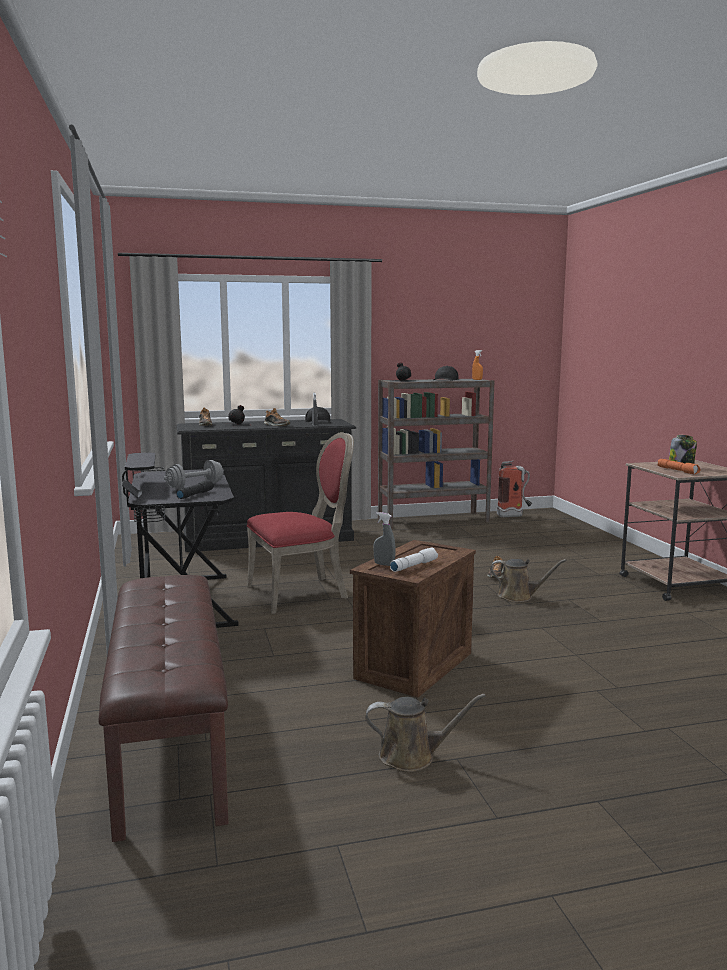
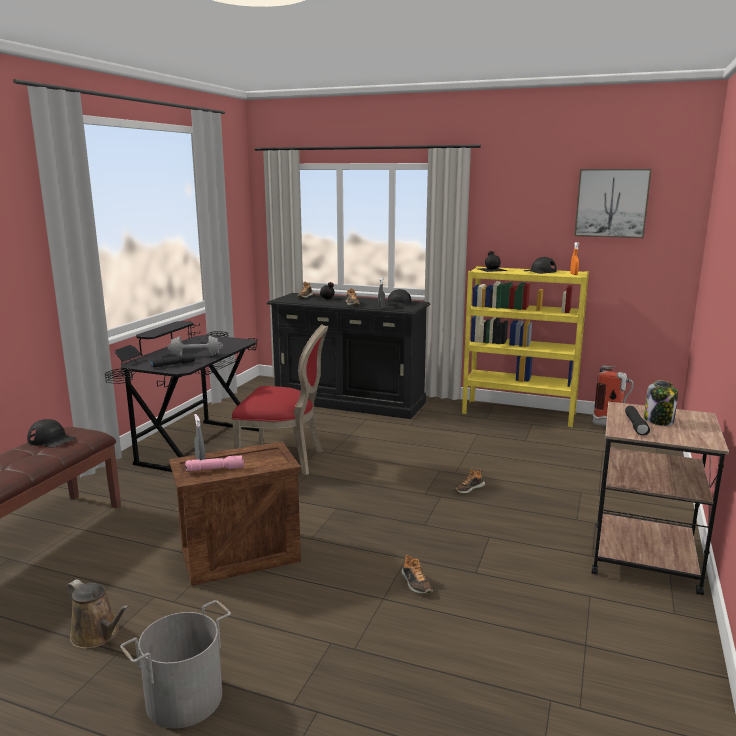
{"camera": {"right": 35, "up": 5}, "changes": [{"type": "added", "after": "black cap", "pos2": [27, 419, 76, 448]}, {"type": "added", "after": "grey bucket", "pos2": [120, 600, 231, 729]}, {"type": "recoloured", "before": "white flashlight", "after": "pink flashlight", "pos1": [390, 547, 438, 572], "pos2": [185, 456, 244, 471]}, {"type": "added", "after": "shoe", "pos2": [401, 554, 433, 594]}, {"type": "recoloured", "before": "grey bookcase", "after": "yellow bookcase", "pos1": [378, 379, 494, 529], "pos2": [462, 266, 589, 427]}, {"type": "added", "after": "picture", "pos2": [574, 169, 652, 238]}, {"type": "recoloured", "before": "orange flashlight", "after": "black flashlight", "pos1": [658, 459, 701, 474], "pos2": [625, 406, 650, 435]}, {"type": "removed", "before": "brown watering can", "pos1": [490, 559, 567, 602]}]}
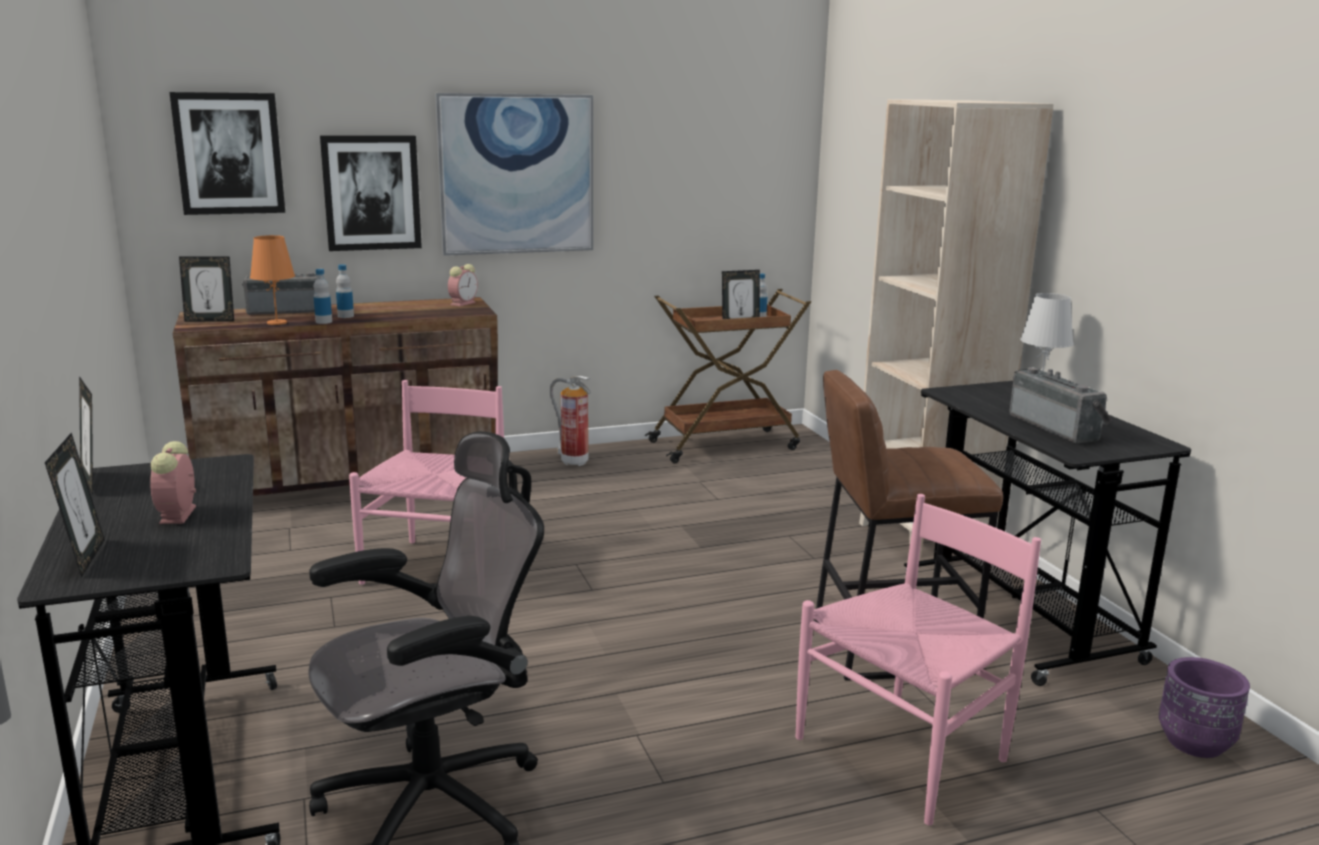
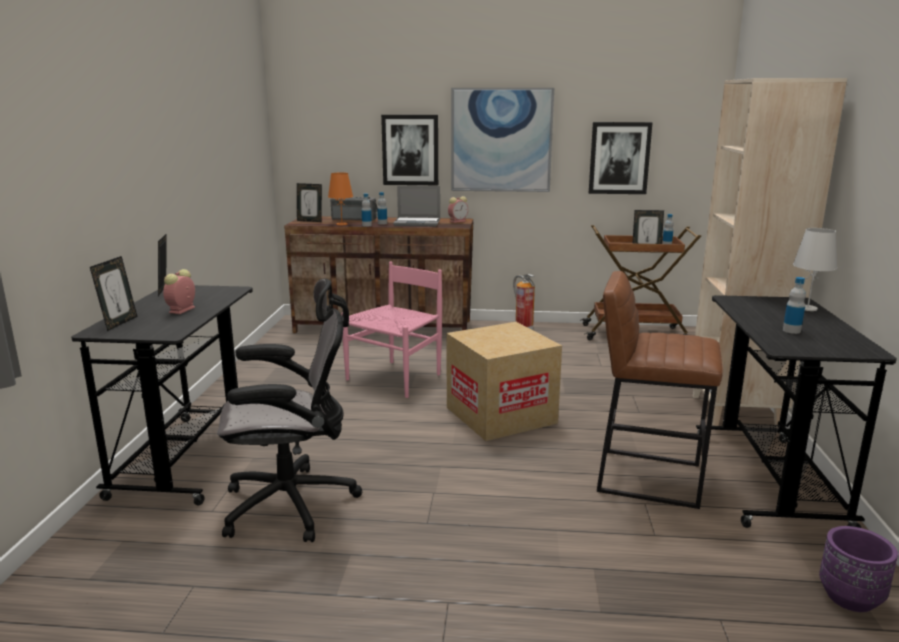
{"camera": {"right": 25, "up": 0}, "changes": [{"type": "added", "after": "laptop", "pos2": [393, 186, 440, 226]}, {"type": "added", "after": "cardboard box", "pos2": [447, 322, 562, 441]}, {"type": "moved", "before": "picture", "pos1": [169, 92, 285, 215], "pos2": [589, 122, 653, 194]}, {"type": "replaced", "before": "radio", "after": "bottle", "pos1": [1010, 367, 1112, 444], "pos2": [783, 277, 806, 334]}, {"type": "removed", "before": "pink chair", "pos1": [796, 494, 1041, 826]}]}
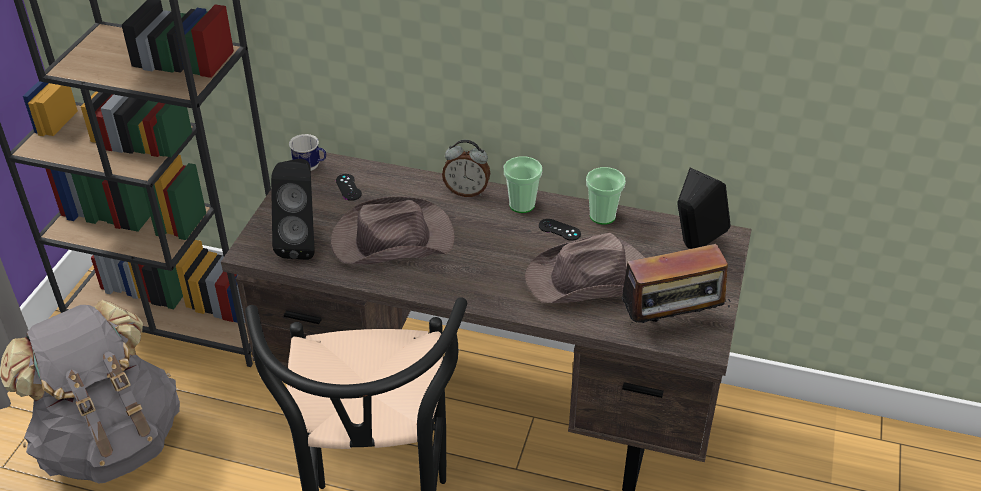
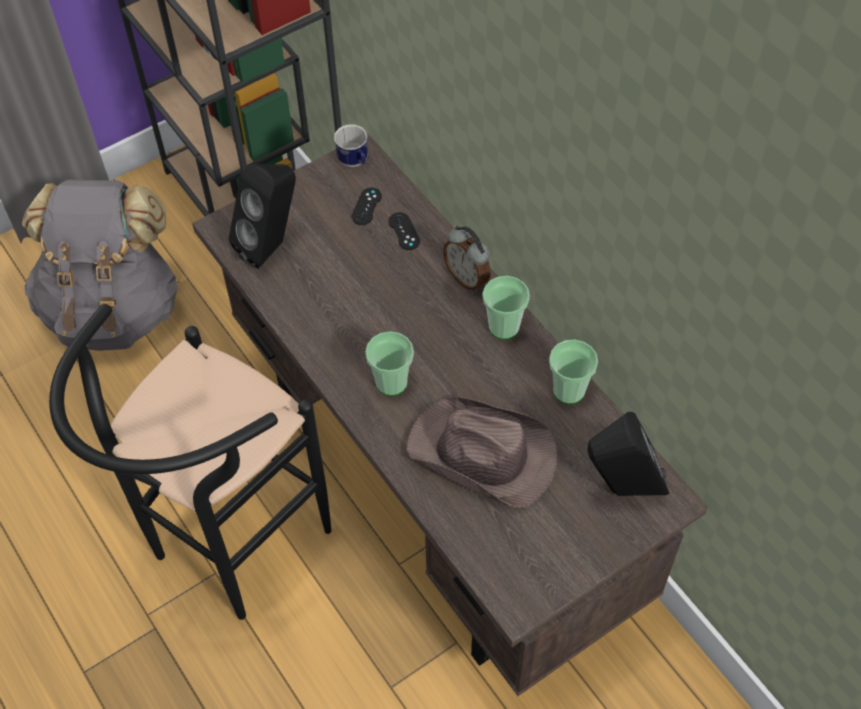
{"camera": {"right": 40, "up": 15}, "changes": [{"type": "added", "after": "cup", "pos2": [365, 331, 414, 396]}, {"type": "moved", "before": "black game controller", "pos1": [539, 219, 581, 241], "pos2": [389, 212, 420, 250]}, {"type": "removed", "before": "brown hat", "pos1": [331, 196, 455, 264]}, {"type": "removed", "before": "radio", "pos1": [615, 241, 730, 323]}]}
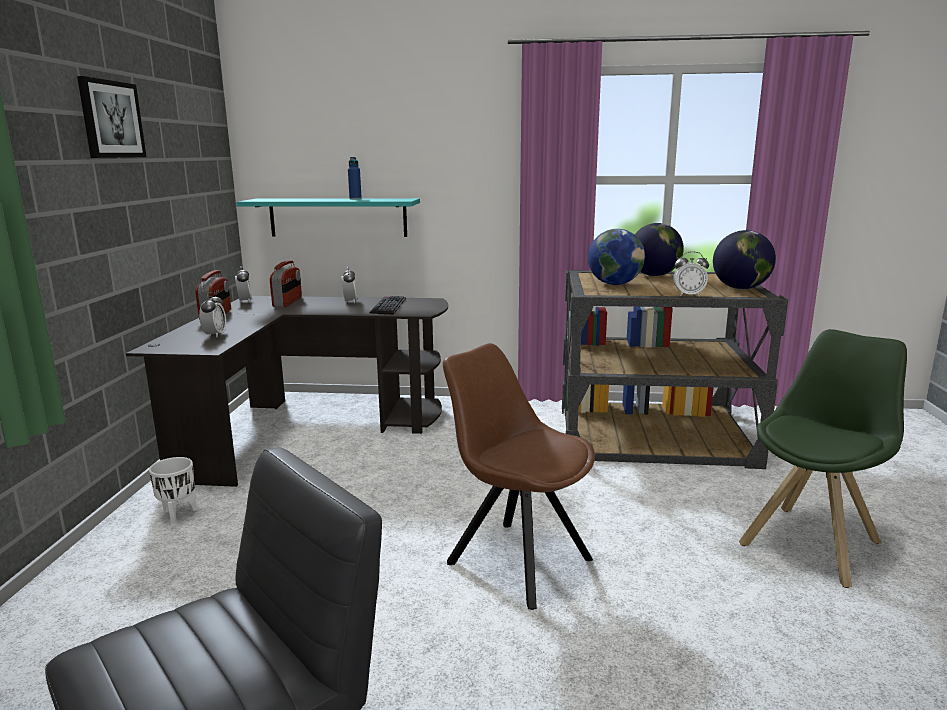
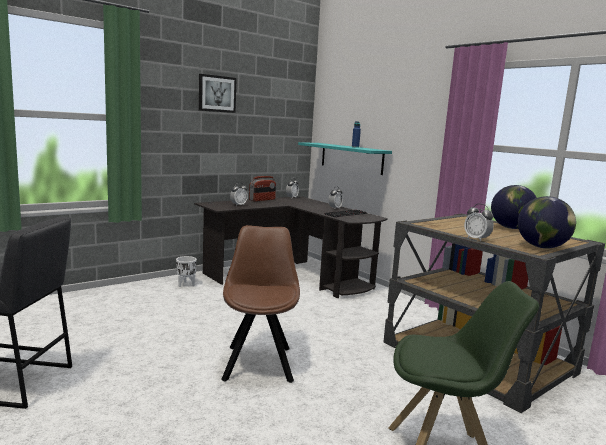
{"camera": {"right": 45, "up": -5}, "changes": [{"type": "removed", "before": "radio", "pos1": [270, 260, 302, 307]}, {"type": "removed", "before": "globe", "pos1": [588, 229, 645, 285]}]}
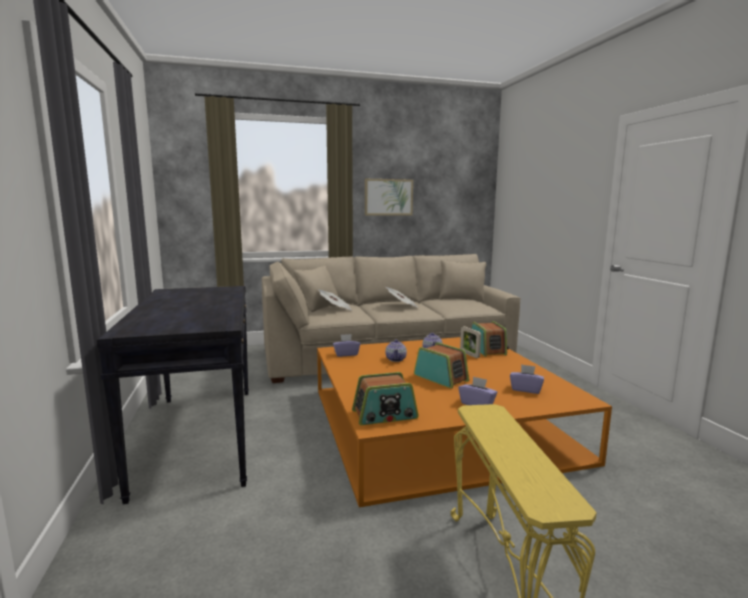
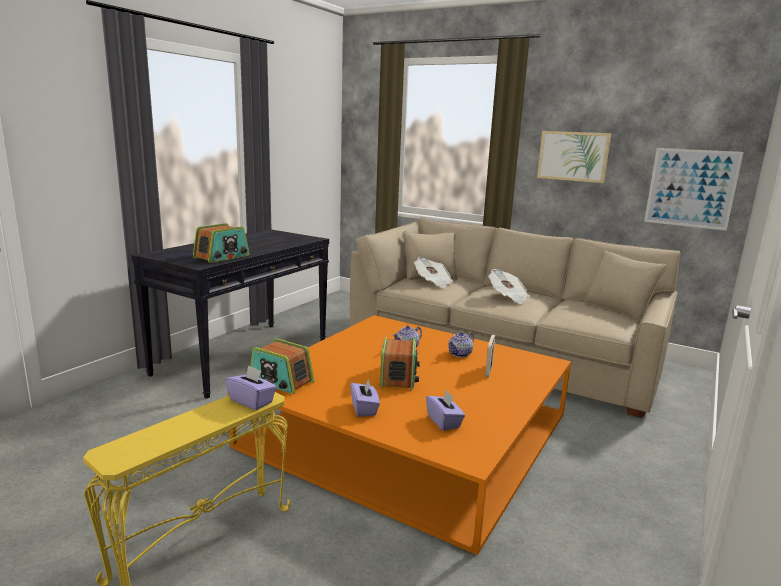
{"camera": {"right": 45, "up": 5}, "changes": [{"type": "moved", "before": "radio", "pos1": [472, 321, 509, 356], "pos2": [193, 223, 250, 263]}, {"type": "moved", "before": "purple tissue box", "pos1": [333, 334, 360, 357], "pos2": [225, 365, 277, 410]}, {"type": "added", "after": "picture", "pos2": [644, 148, 743, 231]}]}
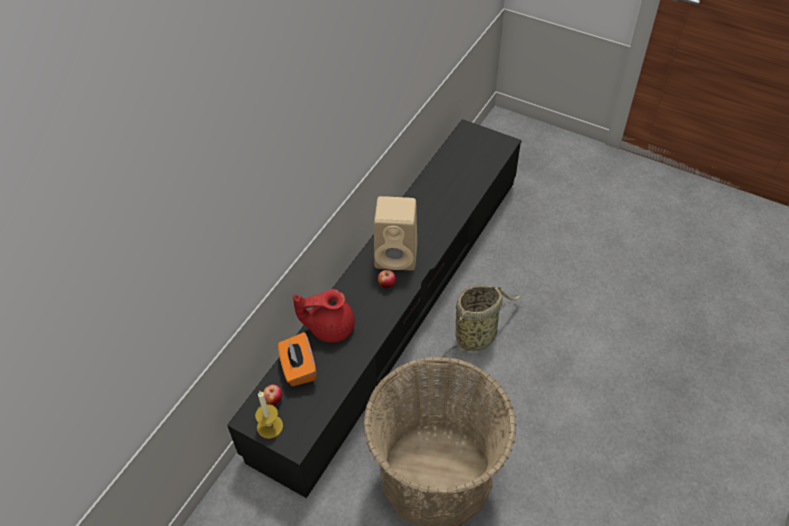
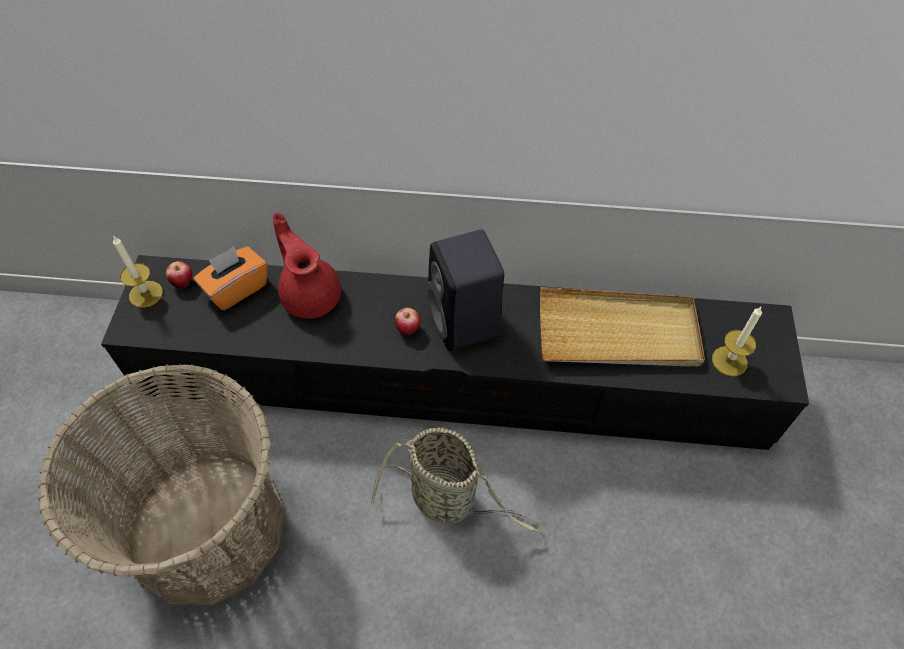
{"camera": {"right": 65, "up": 5}, "changes": [{"type": "recoloured", "before": "beige speaker", "after": "black speaker", "pos1": [374, 196, 417, 270], "pos2": [426, 230, 504, 351]}, {"type": "added", "after": "beige tray", "pos2": [540, 287, 705, 367]}, {"type": "added", "after": "candle", "pos2": [712, 307, 762, 377]}]}
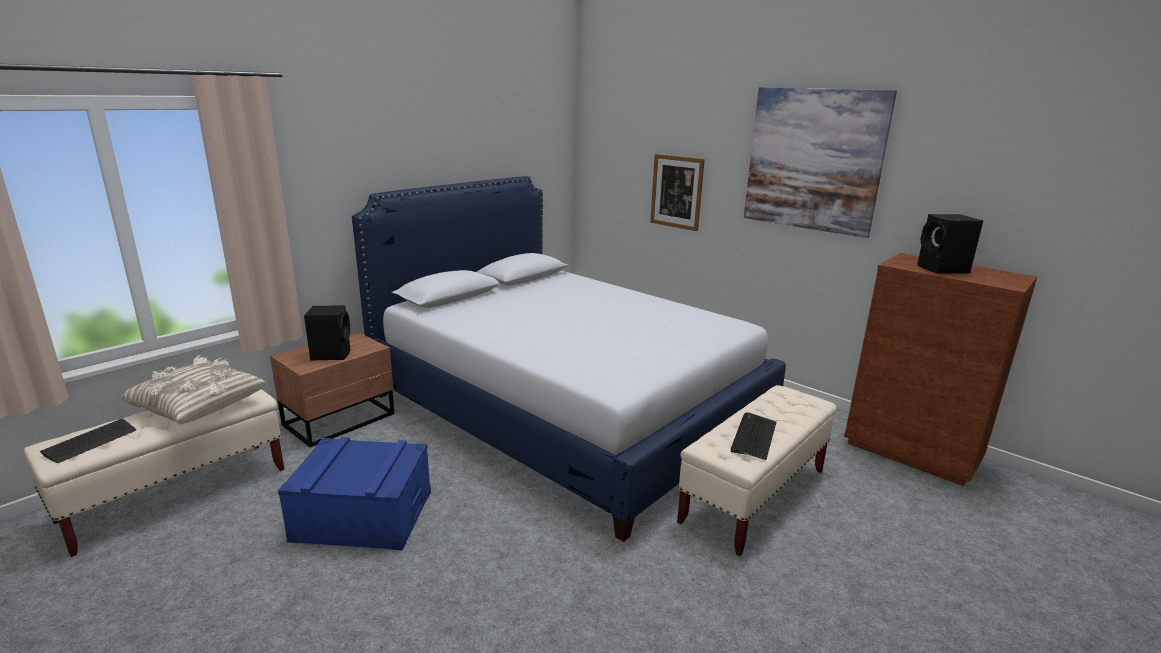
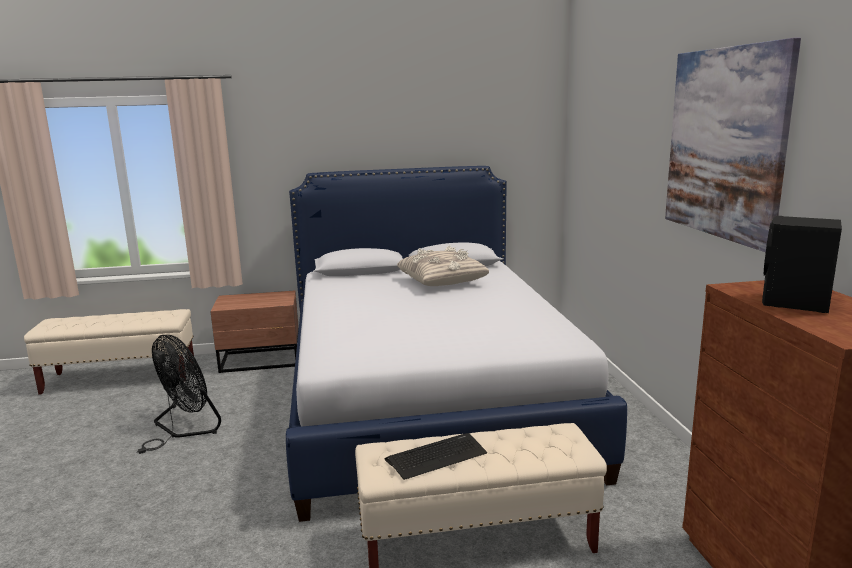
{"camera": {"right": 40, "up": -5}, "changes": [{"type": "replaced", "before": "blue storage box", "after": "black fan", "pos1": [278, 437, 431, 550], "pos2": [137, 335, 221, 454]}, {"type": "moved", "before": "beige pillow", "pos1": [121, 356, 266, 424], "pos2": [397, 245, 489, 286]}, {"type": "removed", "before": "keyboard", "pos1": [40, 418, 136, 463]}, {"type": "removed", "before": "black speaker", "pos1": [304, 305, 350, 361]}, {"type": "removed", "before": "picture", "pos1": [650, 154, 705, 231]}]}
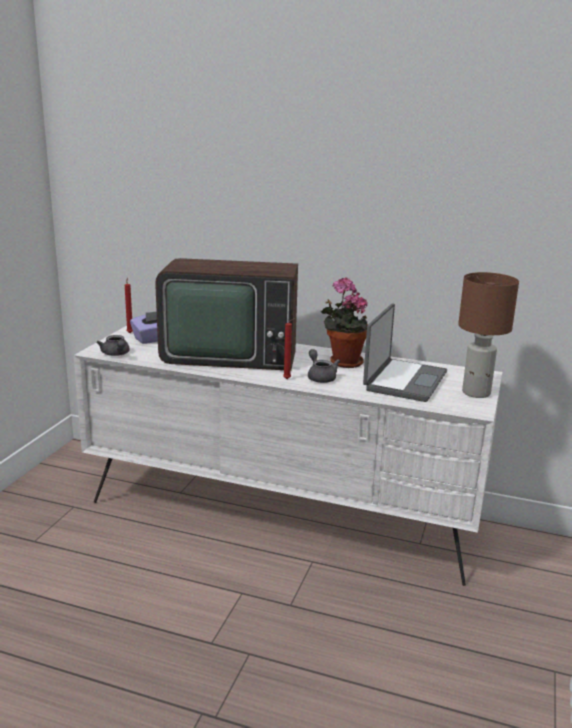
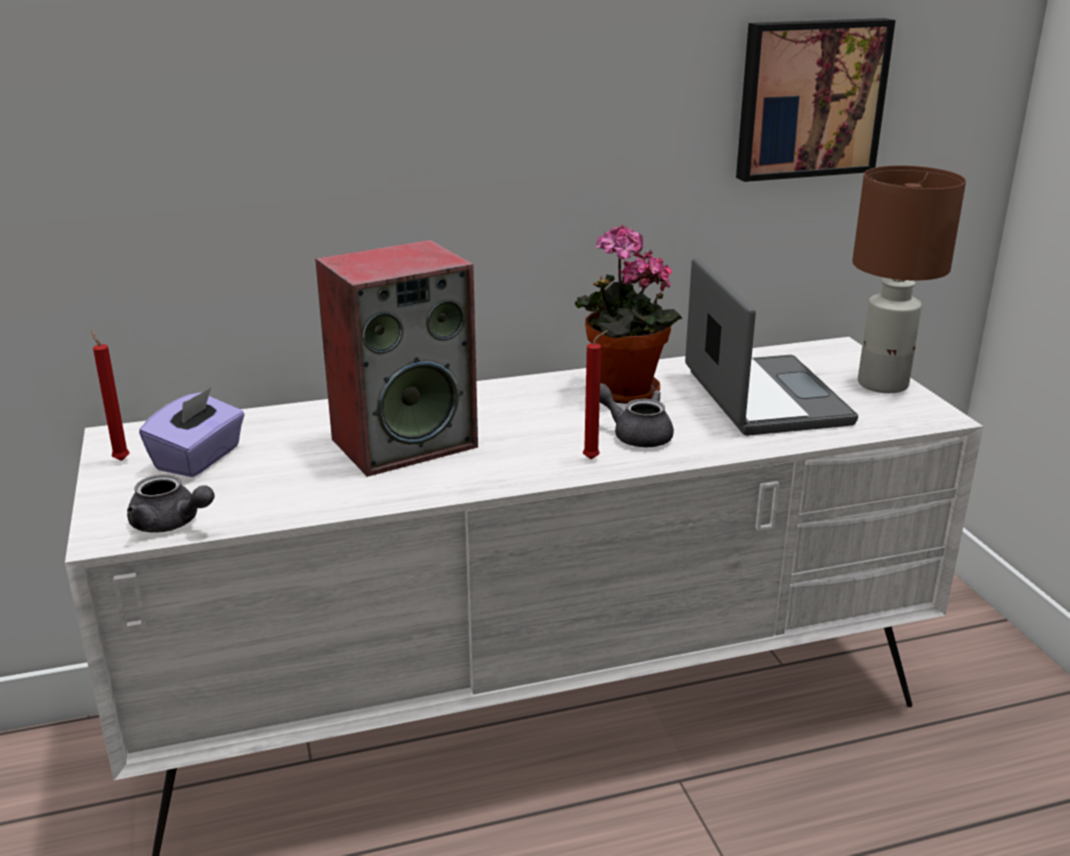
{"camera": {"right": -35, "up": 5}, "changes": [{"type": "replaced", "before": "television", "after": "speaker", "pos1": [155, 258, 298, 370], "pos2": [315, 240, 478, 477]}, {"type": "added", "after": "picture", "pos2": [736, 18, 896, 182]}]}
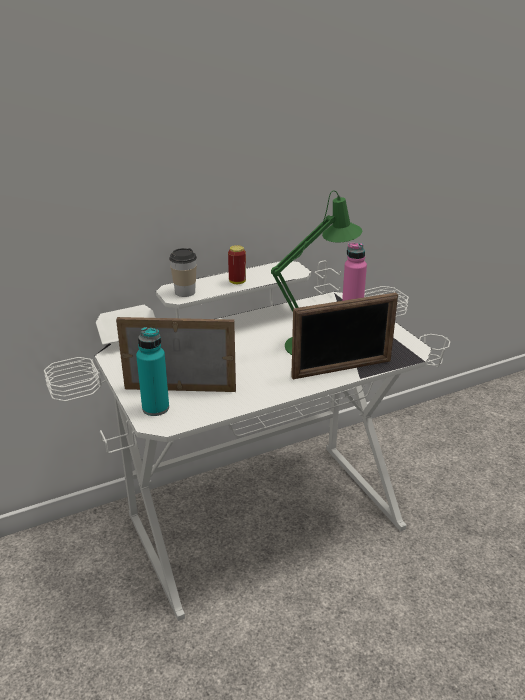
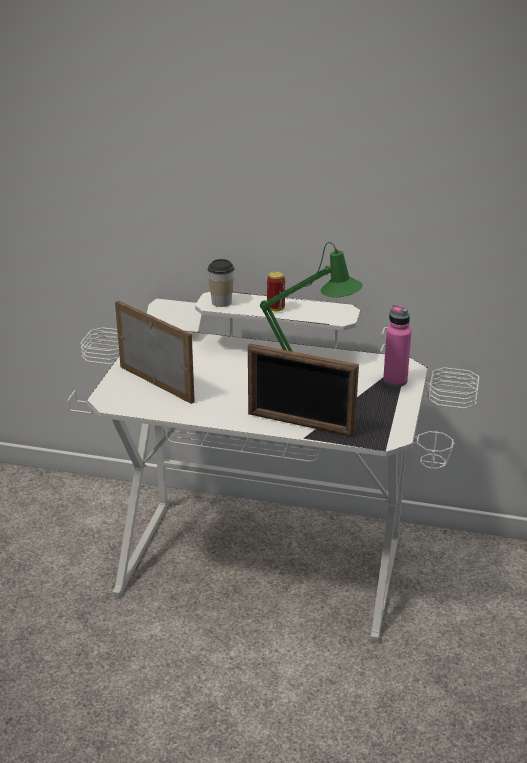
{"camera": {"right": 40, "up": 0}, "changes": [{"type": "removed", "before": "turquoise bottle", "pos1": [136, 327, 169, 416]}]}
